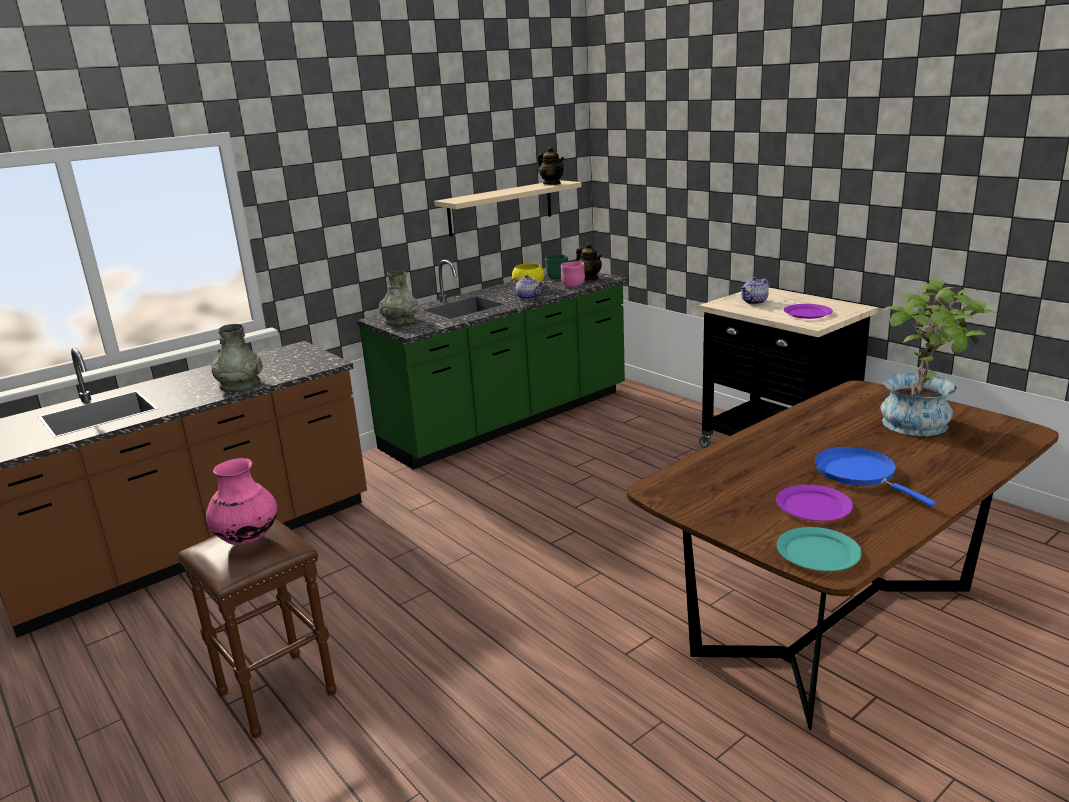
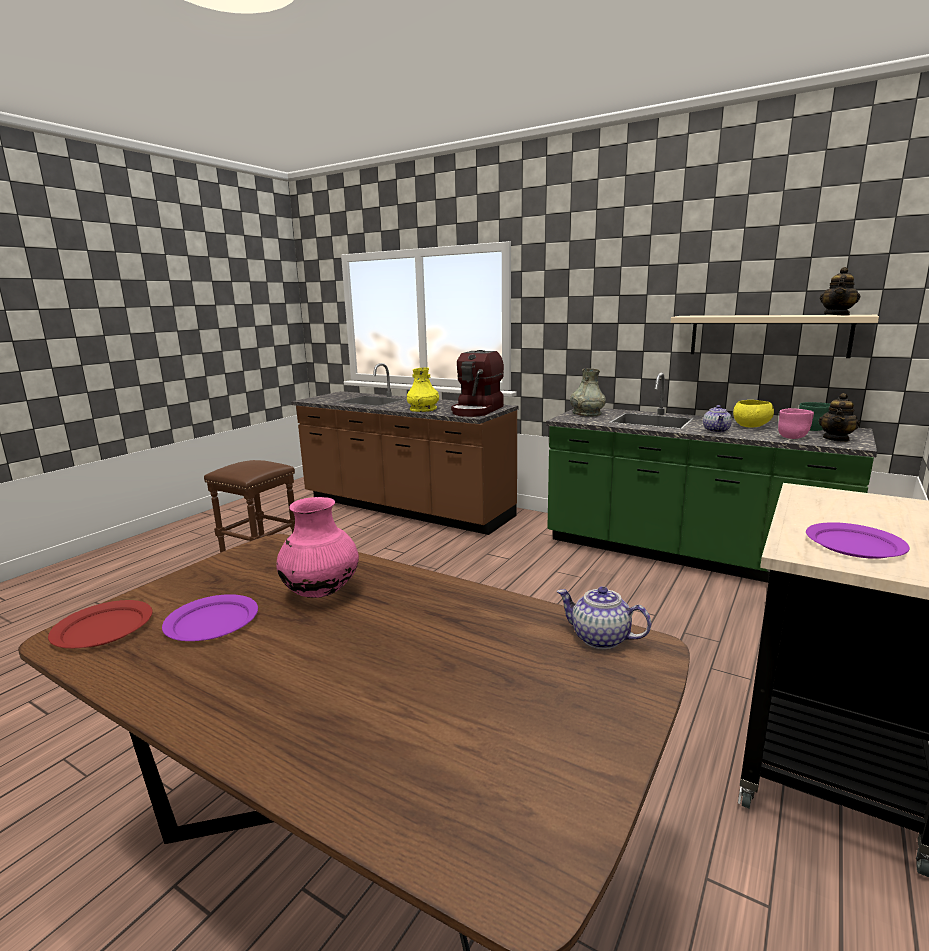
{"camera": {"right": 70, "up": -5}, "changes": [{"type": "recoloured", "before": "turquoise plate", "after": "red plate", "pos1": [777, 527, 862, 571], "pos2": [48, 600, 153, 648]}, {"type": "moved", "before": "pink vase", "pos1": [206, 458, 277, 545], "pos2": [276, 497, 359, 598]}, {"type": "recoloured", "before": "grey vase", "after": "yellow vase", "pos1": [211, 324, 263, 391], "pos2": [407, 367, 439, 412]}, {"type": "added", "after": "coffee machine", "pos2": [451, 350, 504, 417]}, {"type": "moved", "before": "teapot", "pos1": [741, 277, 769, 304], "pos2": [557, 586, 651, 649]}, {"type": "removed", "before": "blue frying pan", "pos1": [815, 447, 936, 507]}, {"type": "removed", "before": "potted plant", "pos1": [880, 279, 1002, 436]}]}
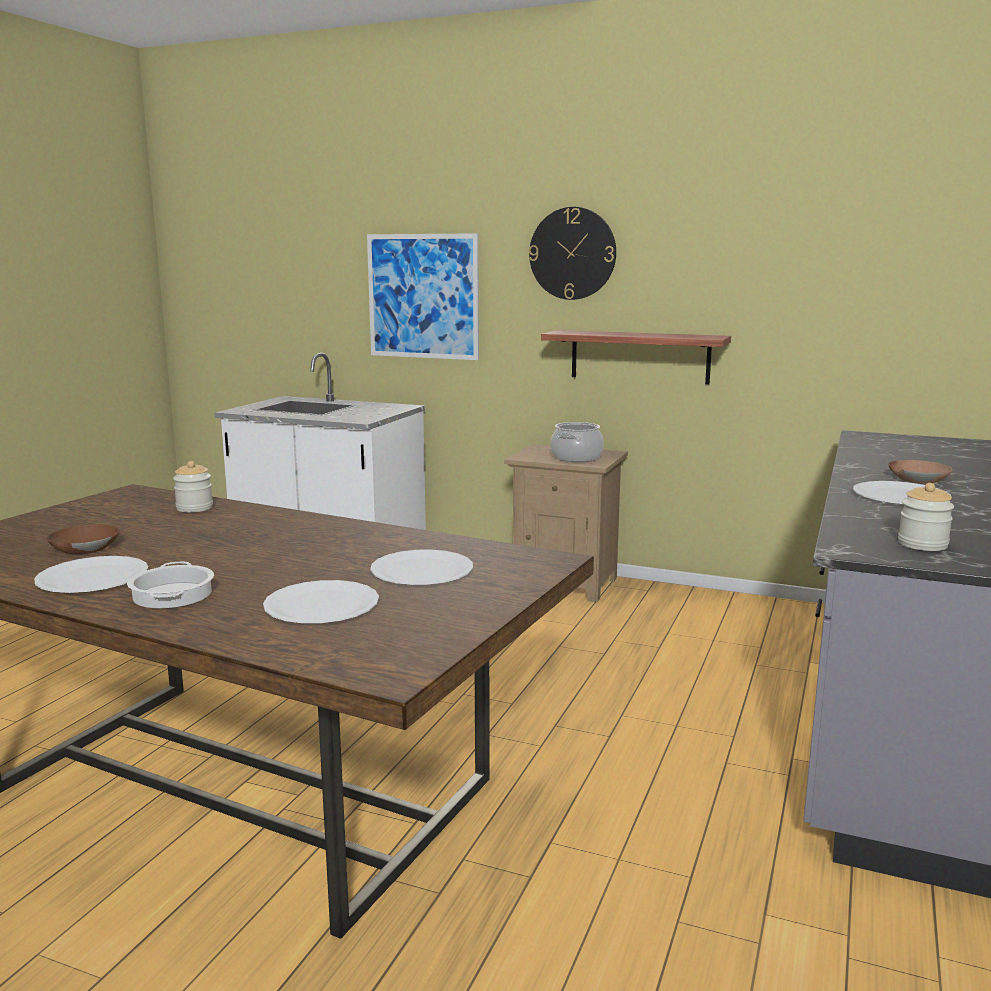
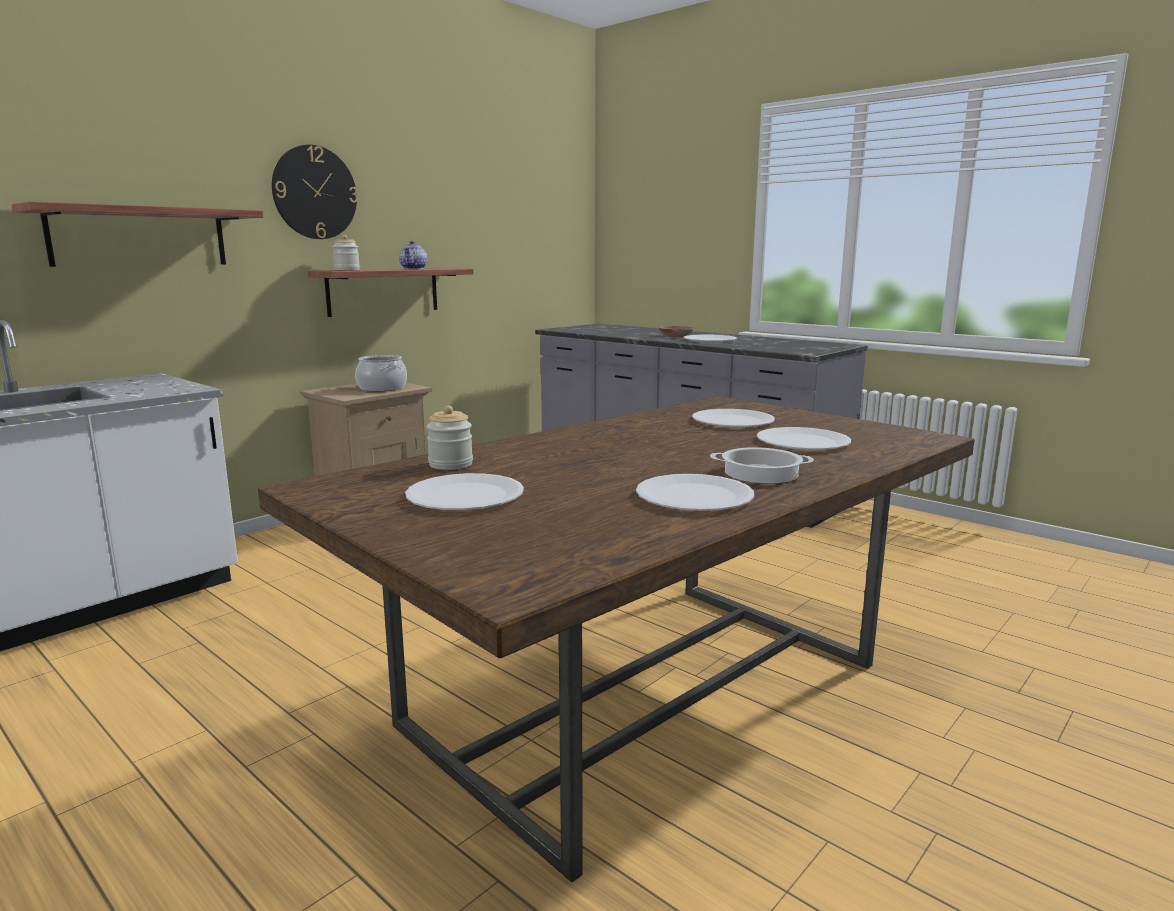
{"camera": {"right": -70, "up": 0}, "changes": [{"type": "replaced", "before": "picture", "after": "shelf", "pos1": [367, 233, 479, 360], "pos2": [12, 201, 263, 267]}, {"type": "moved", "before": "jar", "pos1": [898, 483, 954, 551], "pos2": [332, 235, 360, 270]}, {"type": "added", "after": "teapot", "pos2": [399, 241, 427, 269]}, {"type": "added", "after": "white plate", "pos2": [405, 473, 524, 510]}, {"type": "removed", "before": "brown bowl", "pos1": [47, 524, 119, 554]}]}
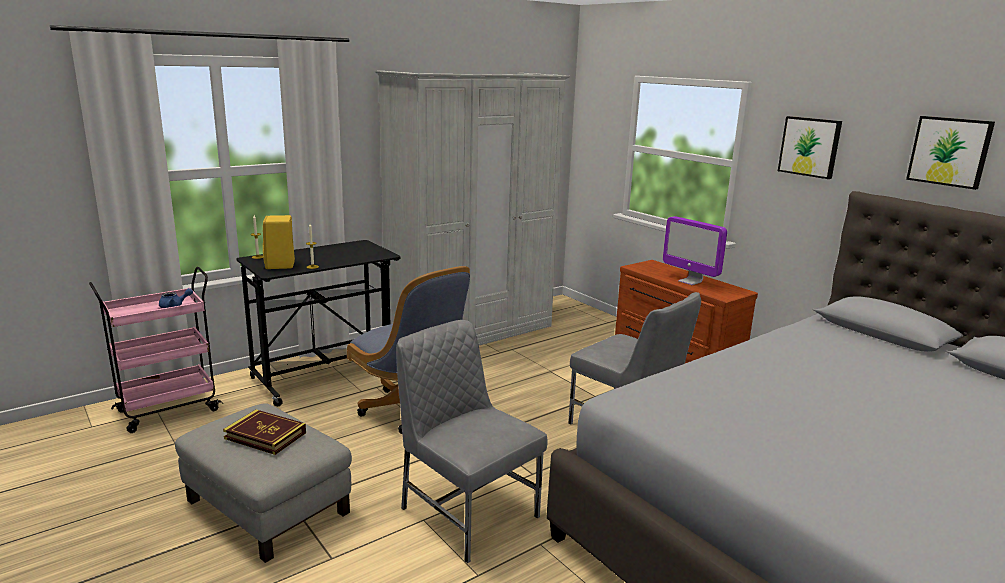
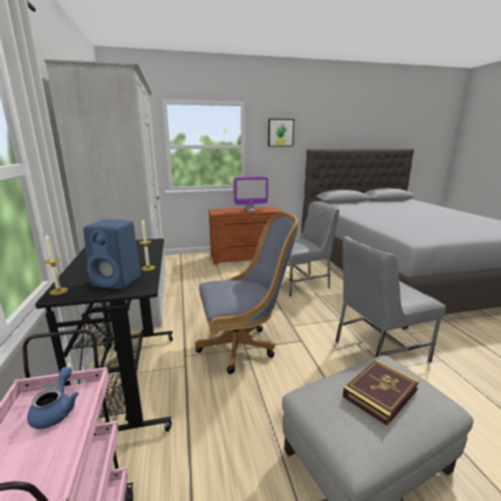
{"camera": {"right": -65, "up": 0}, "changes": [{"type": "recoloured", "before": "yellow speaker", "after": "blue speaker", "pos1": [263, 215, 295, 269], "pos2": [83, 219, 141, 289]}, {"type": "removed", "before": "picture", "pos1": [906, 116, 995, 190]}]}
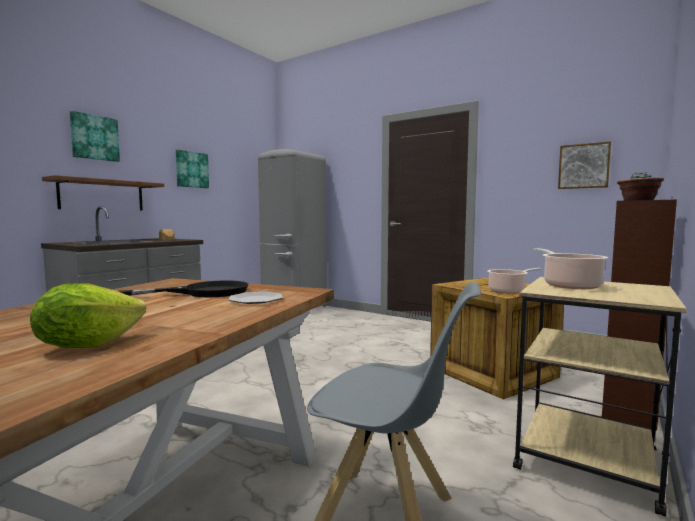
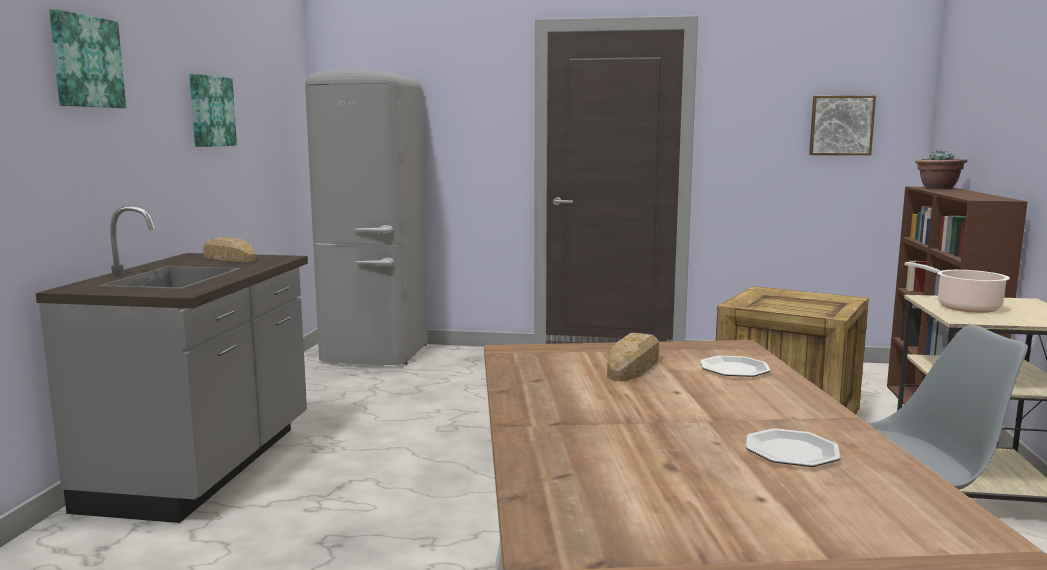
{"camera": {"right": -25, "up": 5}, "changes": [{"type": "replaced", "before": "black frying pan", "after": "bread", "pos1": [118, 280, 249, 297], "pos2": [607, 333, 659, 382]}, {"type": "replaced", "before": "lettuce", "after": "plate", "pos1": [30, 283, 146, 348], "pos2": [746, 428, 840, 467]}, {"type": "removed", "before": "brown shelf", "pos1": [42, 175, 164, 211]}, {"type": "removed", "before": "cooking pot", "pos1": [487, 268, 542, 294]}]}
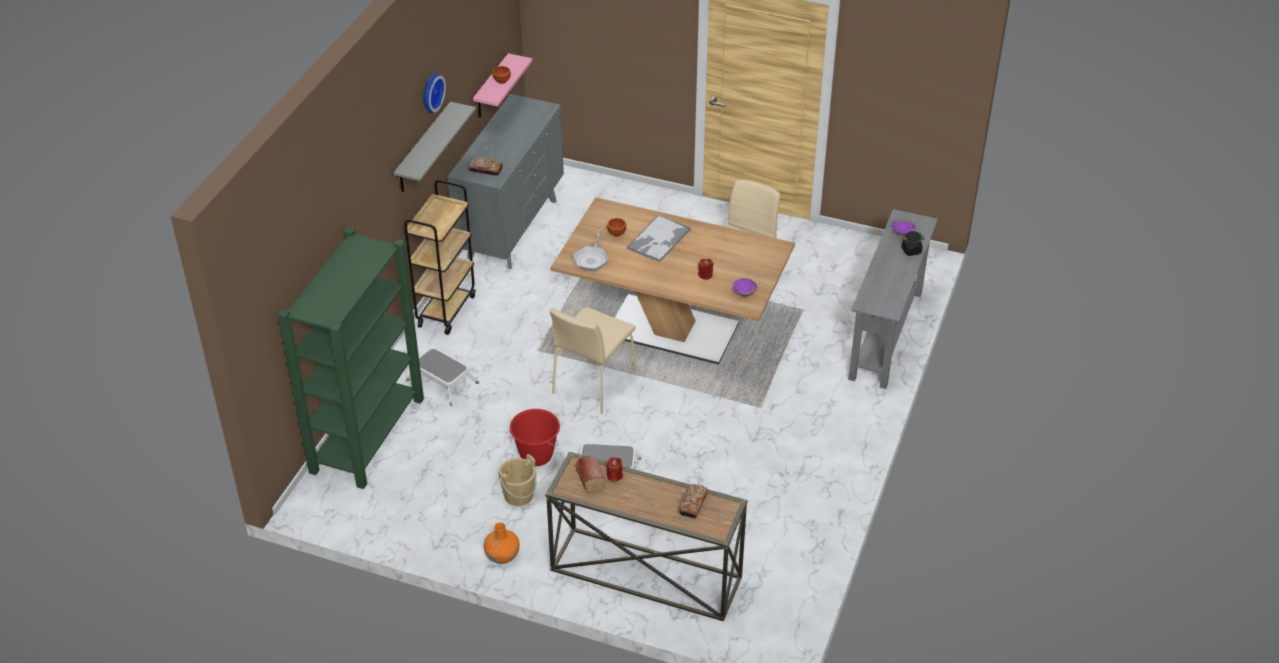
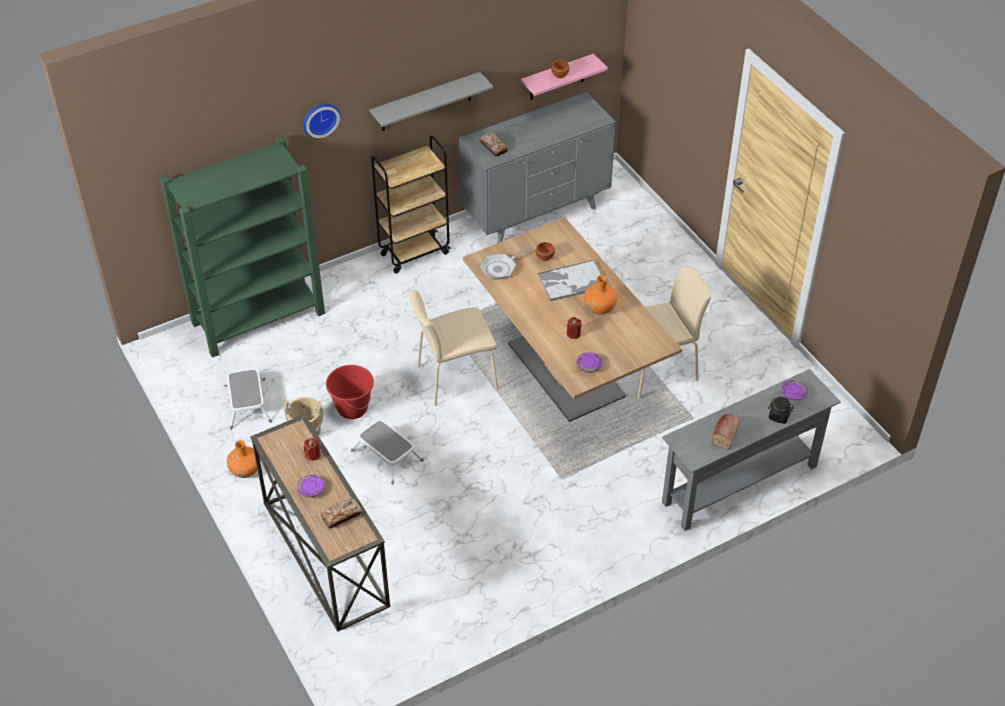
{"camera": {"right": 40, "up": 5}, "changes": [{"type": "moved", "before": "grey step ladder", "pos1": [406, 347, 479, 406], "pos2": [224, 369, 272, 430]}, {"type": "added", "after": "purple plate", "pos2": [297, 475, 324, 497]}, {"type": "moved", "before": "wall clock", "pos1": [423, 73, 446, 114], "pos2": [303, 103, 340, 138]}, {"type": "added", "after": "orange vase", "pos2": [584, 275, 617, 315]}, {"type": "moved", "before": "bread", "pos1": [575, 456, 606, 493], "pos2": [712, 414, 739, 450]}]}
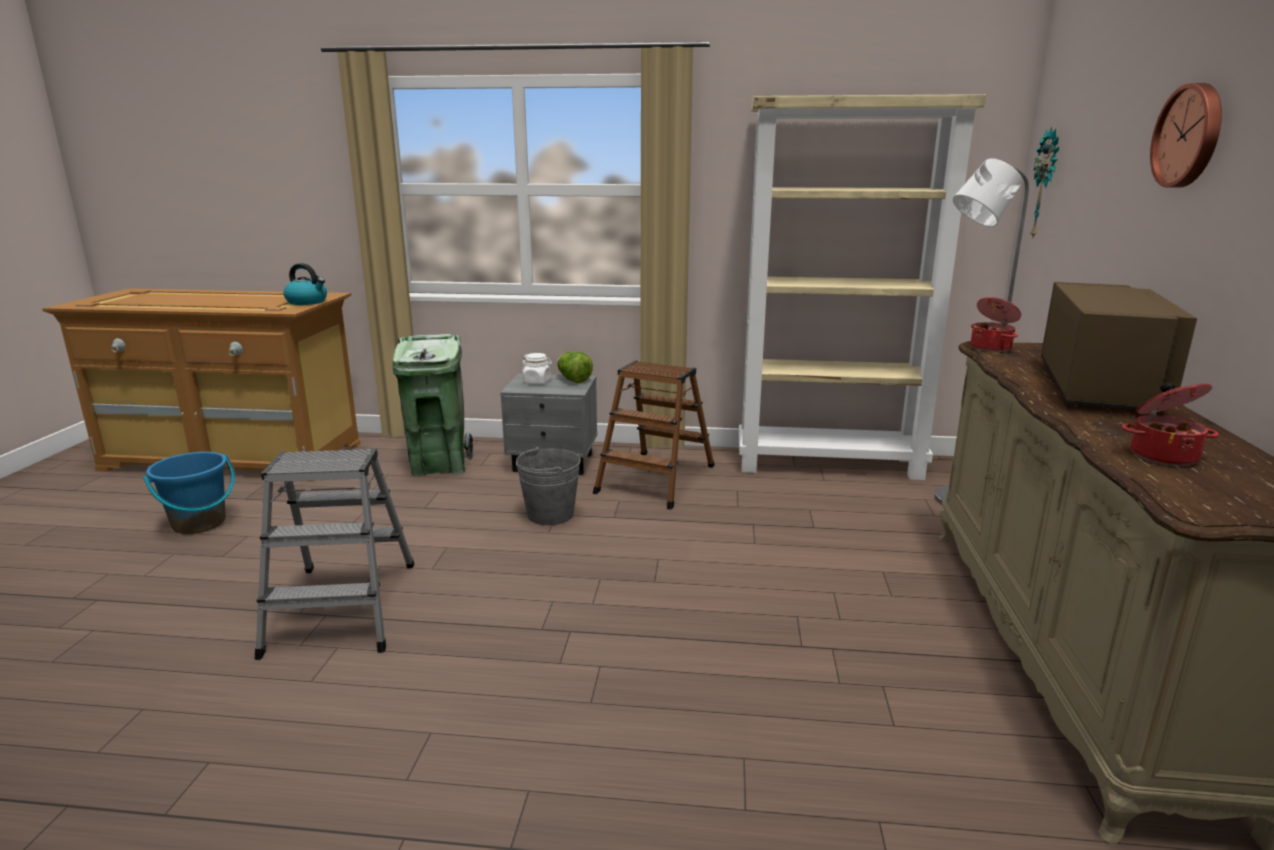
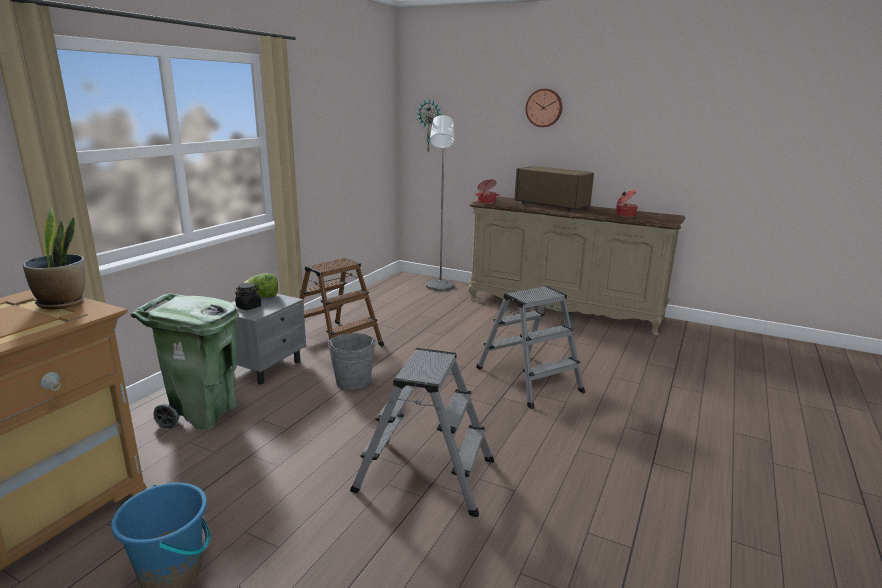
{"camera": {"right": -70, "up": 0}, "changes": [{"type": "replaced", "before": "kettle", "after": "potted plant", "pos1": [283, 263, 327, 305], "pos2": [23, 207, 86, 309]}, {"type": "recoloured", "before": "white jar", "after": "black jar", "pos1": [522, 353, 552, 384], "pos2": [235, 283, 261, 310]}, {"type": "added", "after": "grey step ladder", "pos2": [476, 286, 585, 409]}, {"type": "removed", "before": "beige bookcase", "pos1": [739, 94, 986, 480]}]}
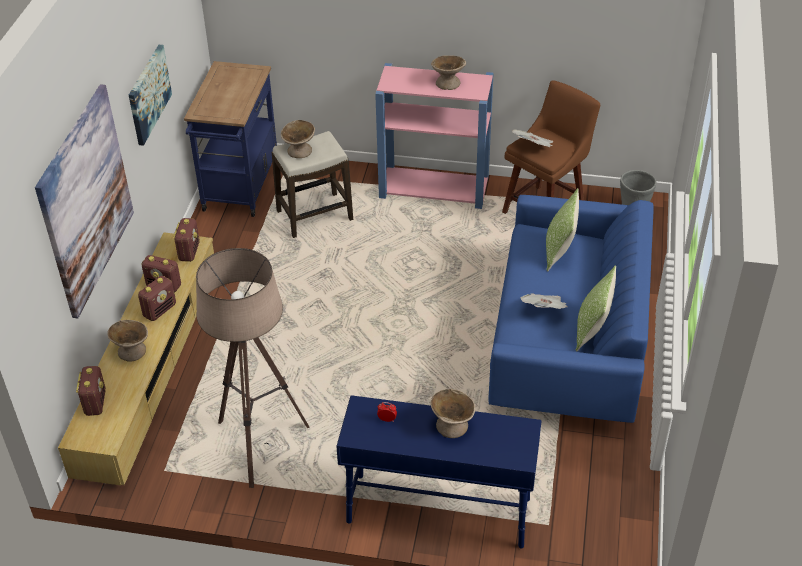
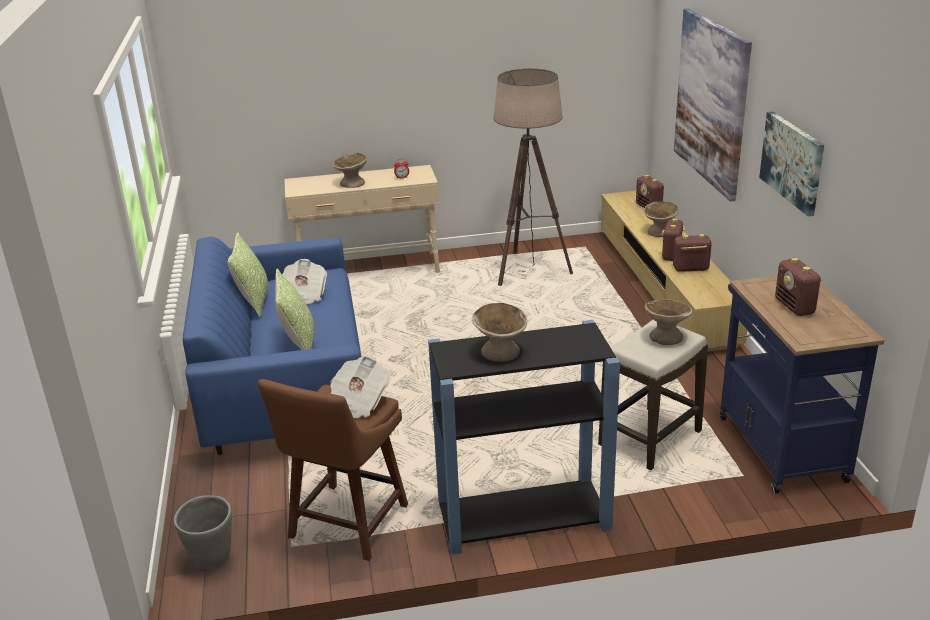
{"camera": {"right": 160, "up": -15}, "changes": [{"type": "recoloured", "before": "blue console table", "after": "beige console table", "pos1": [336, 395, 542, 548], "pos2": [284, 165, 440, 273]}, {"type": "recoloured", "before": "pink bookcase", "after": "black bookcase", "pos1": [375, 63, 494, 209], "pos2": [428, 320, 620, 555]}, {"type": "moved", "before": "radio", "pos1": [173, 218, 200, 262], "pos2": [775, 258, 823, 316]}]}
